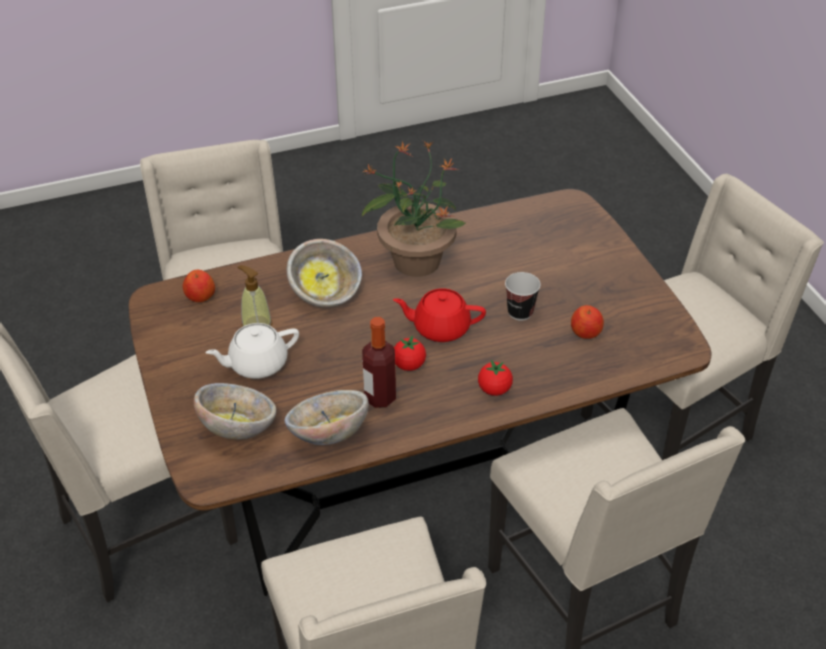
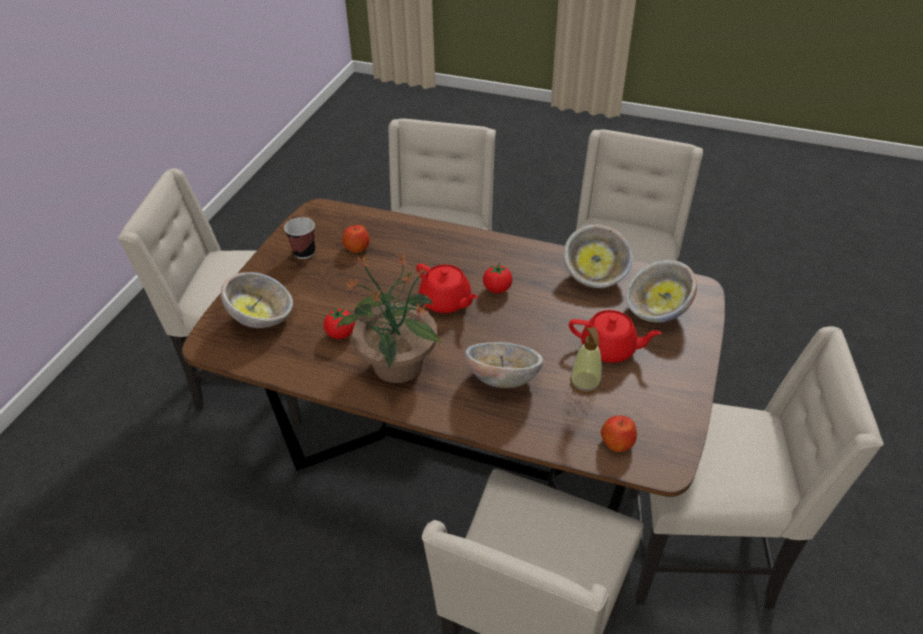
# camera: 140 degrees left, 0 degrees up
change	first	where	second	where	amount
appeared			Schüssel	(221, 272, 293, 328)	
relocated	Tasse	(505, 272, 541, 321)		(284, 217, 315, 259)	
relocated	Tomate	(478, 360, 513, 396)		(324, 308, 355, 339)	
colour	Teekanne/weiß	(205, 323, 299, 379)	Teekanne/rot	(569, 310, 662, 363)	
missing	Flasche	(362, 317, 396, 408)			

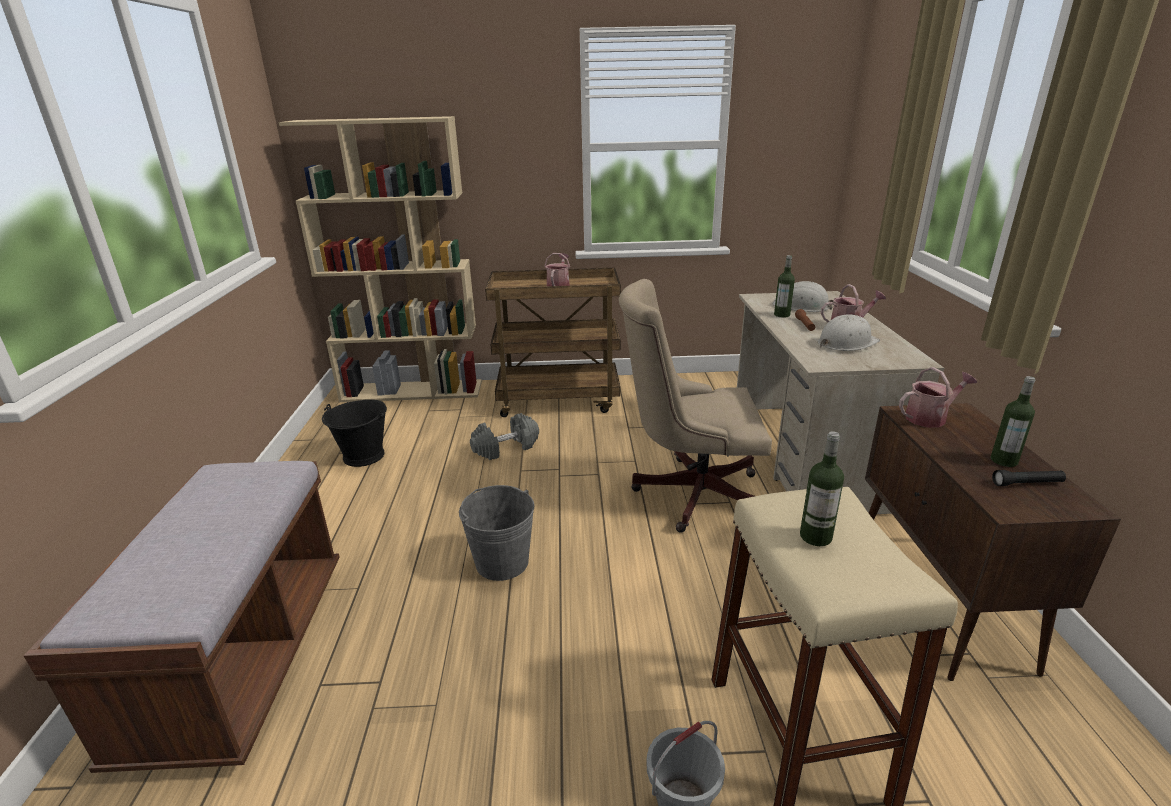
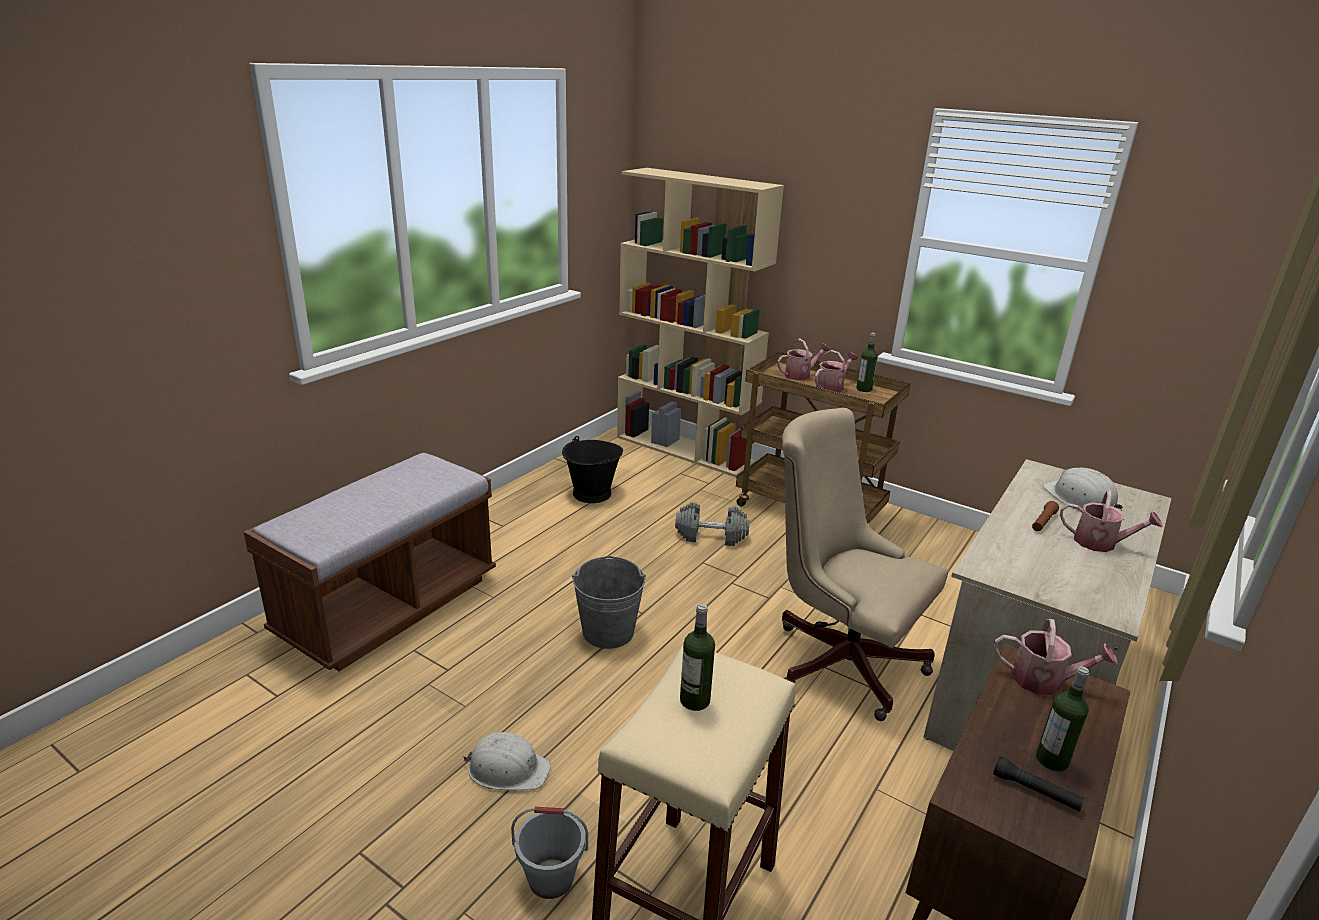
# camera: 35 degrees right, 0 degrees up
change	first	where	second	where	amount
relocated	Schutzhelm/weiß	(818, 314, 880, 351)		(463, 732, 551, 790)	
appeared			Gießkanne	(777, 338, 830, 380)	
relocated	Flasche	(774, 255, 795, 318)		(857, 333, 878, 392)	

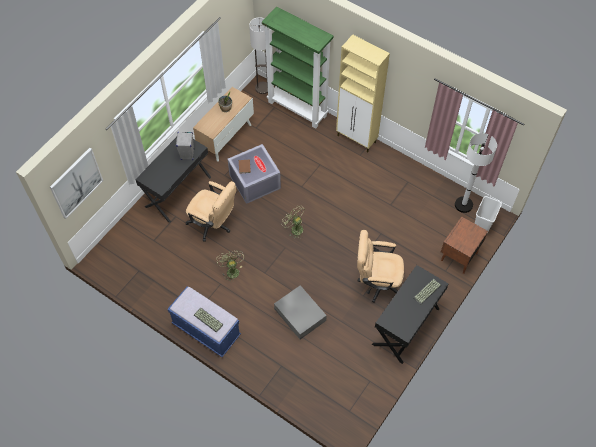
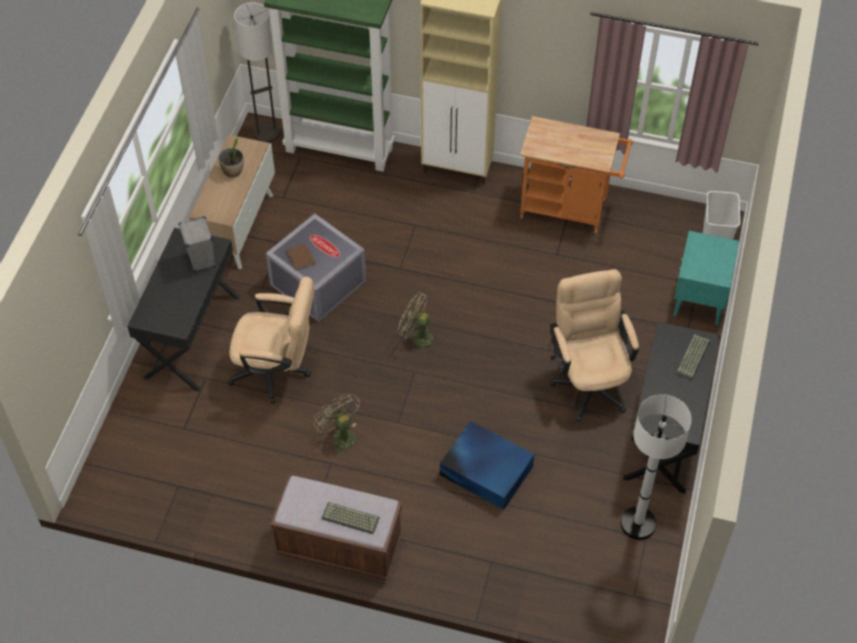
# camera: 20 degrees left, 5 degrees down
change	first	where	second	where	amount
colour	Bank/blau	(168, 286, 241, 357)	Bank/braun	(270, 476, 402, 580)	
colour	Aufbewahrungsbox/grau	(274, 285, 327, 340)	Aufbewahrungsbox/blau	(440, 421, 535, 510)	
appeared			Rollwagen/orange	(520, 116, 633, 234)	
spun	Bürostuhl/beige	(357, 230, 404, 303)		(550, 269, 639, 422)	90 degrees clockwise
relocated	Stehlampe/weiß	(455, 133, 497, 213)		(620, 394, 691, 540)	
colour	Nachttisch/braun	(441, 217, 488, 274)	Nachttisch/türkis	(673, 231, 739, 325)	
missing	Bild	(50, 148, 103, 219)			

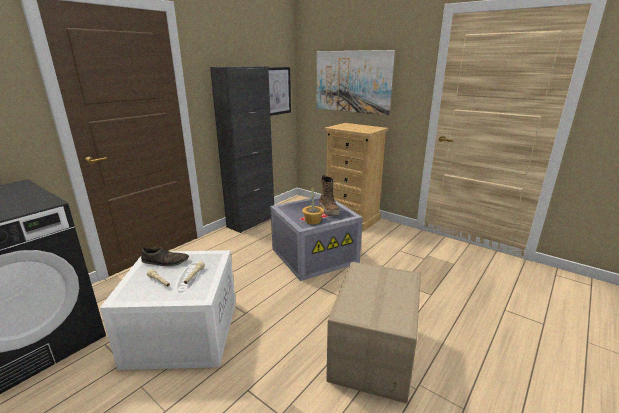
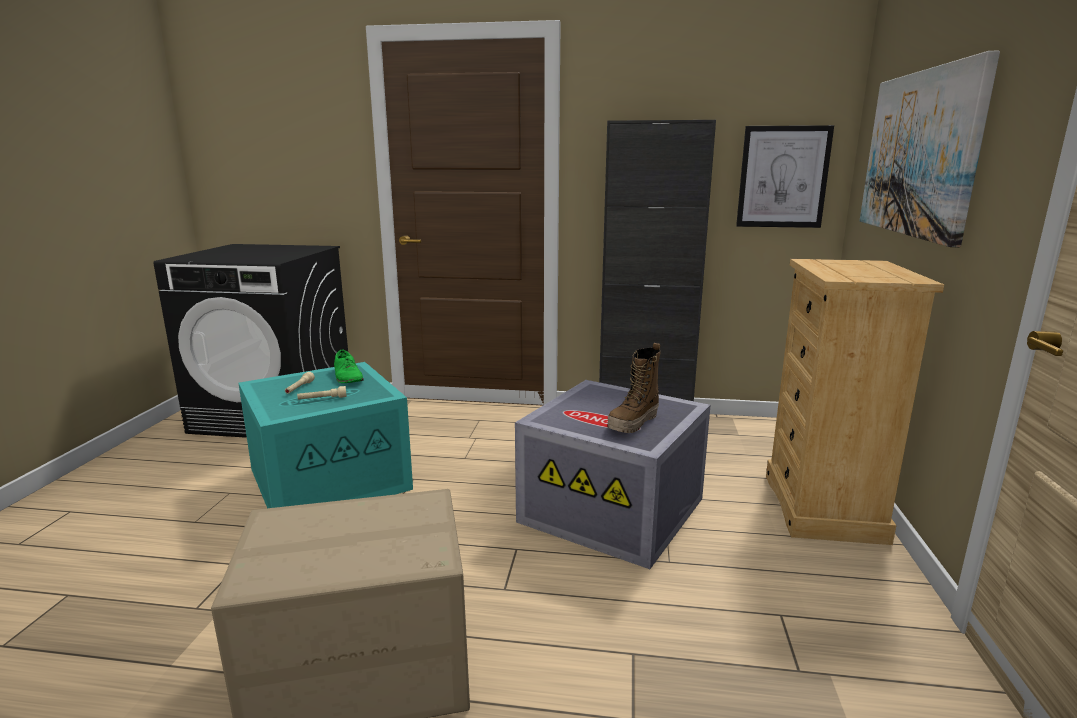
# camera: 60 degrees right, 5 degrees down
change	first	where	second	where	amount
colour	Aufbewahrungsbox/weiß	(100, 250, 236, 370)	Aufbewahrungsbox/türkis	(238, 362, 413, 508)	
colour	Schuh/braun	(141, 247, 189, 267)	Schuh/grün	(334, 349, 364, 383)	
missing	Topfpflanze	(302, 187, 324, 224)			

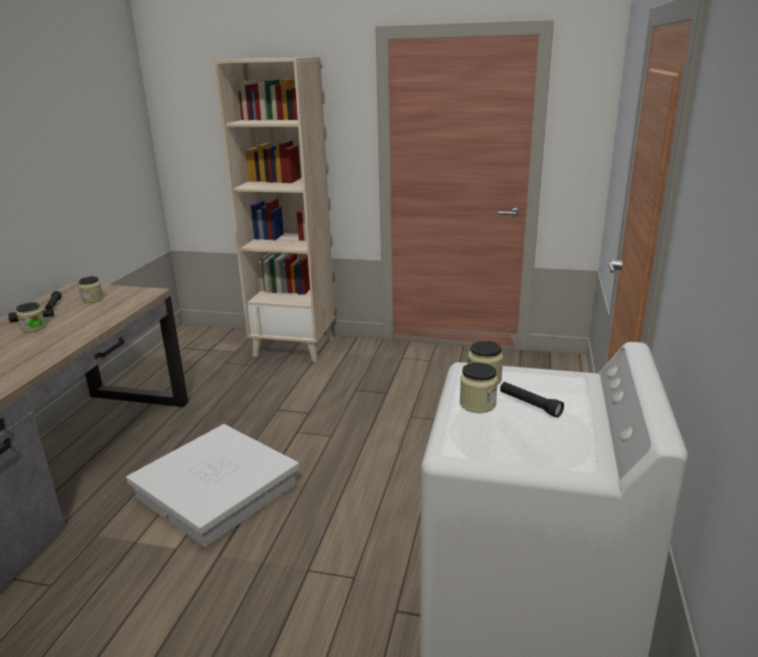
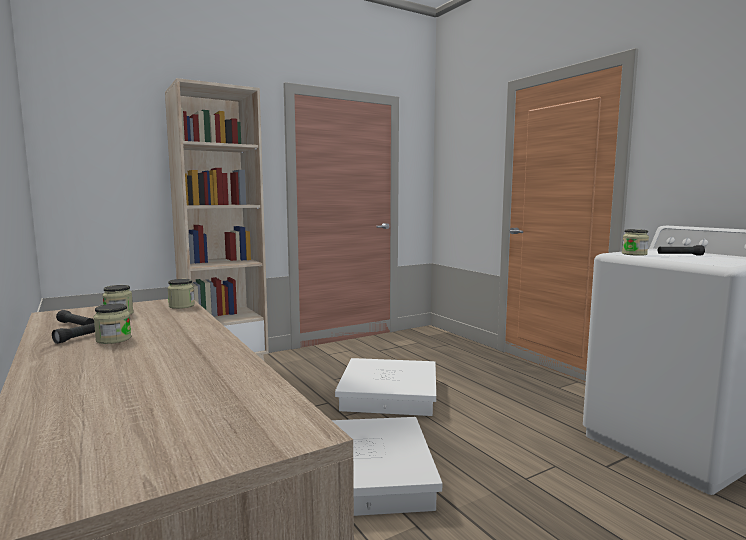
# camera: 45 degrees left, 15 degrees down
change	first	where	second	where	amount
relocated	Vorratsglas	(460, 362, 498, 413)		(167, 279, 195, 309)	
appeared			Aufbewahrungsbox/weiß	(335, 358, 436, 416)	

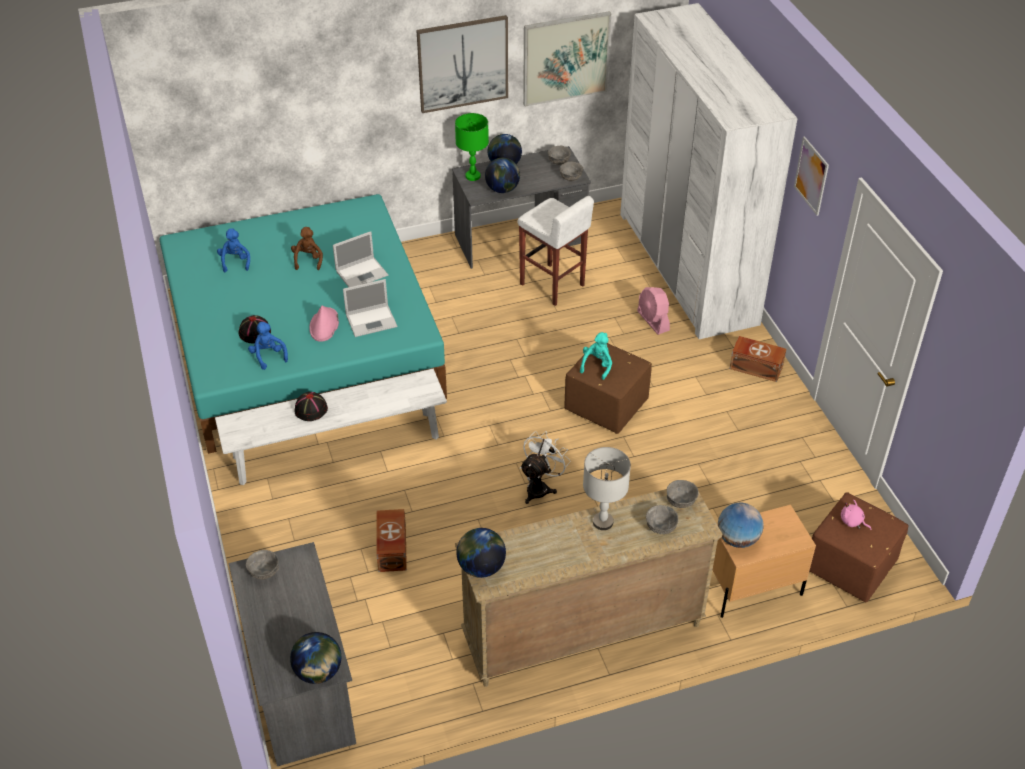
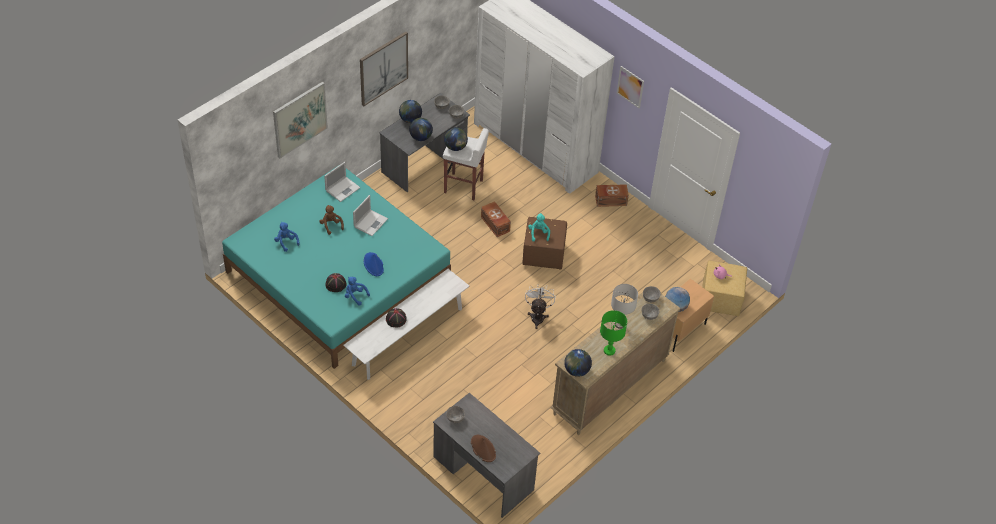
# camera: 30 degrees left, 5 degrees up
change	first	where	second	where	amount
relocated	Bild	(523, 11, 611, 107)		(273, 81, 328, 158)	
relocated	Laptop	(343, 279, 397, 337)		(324, 162, 360, 202)	
colour	Hut/rosa	(309, 306, 339, 342)	Hut/blau	(364, 252, 384, 276)	
relocated	Globus	(290, 632, 341, 684)		(444, 127, 468, 151)	
appeared			Hut/braun	(471, 435, 496, 462)	
relocated	Aufbewahrungsbox/braun	(376, 509, 407, 572)		(481, 201, 511, 237)	
relocated	Tischlampe/grün	(455, 113, 489, 181)		(600, 310, 627, 356)	
colour	Polsterhocker/braun	(809, 492, 908, 602)	Polsterhocker/gelb	(702, 260, 747, 316)	
missing	Ventilator/rosa	(637, 287, 670, 335)			

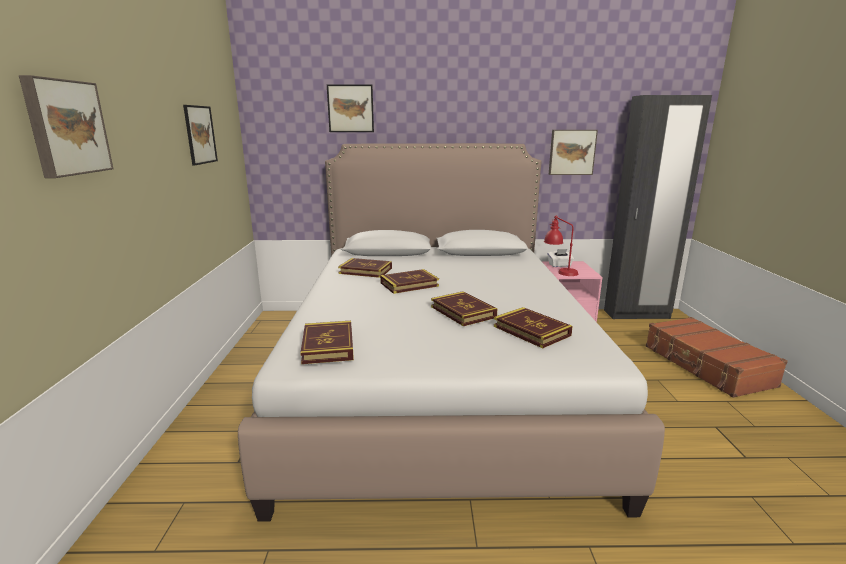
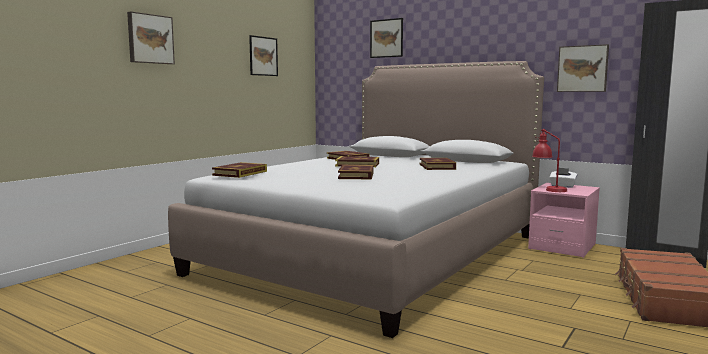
# camera: 35 degrees right, 10 degrees down
change	first	where	second	where	amount
relocated	Buch	(494, 307, 573, 348)		(420, 158, 456, 170)	

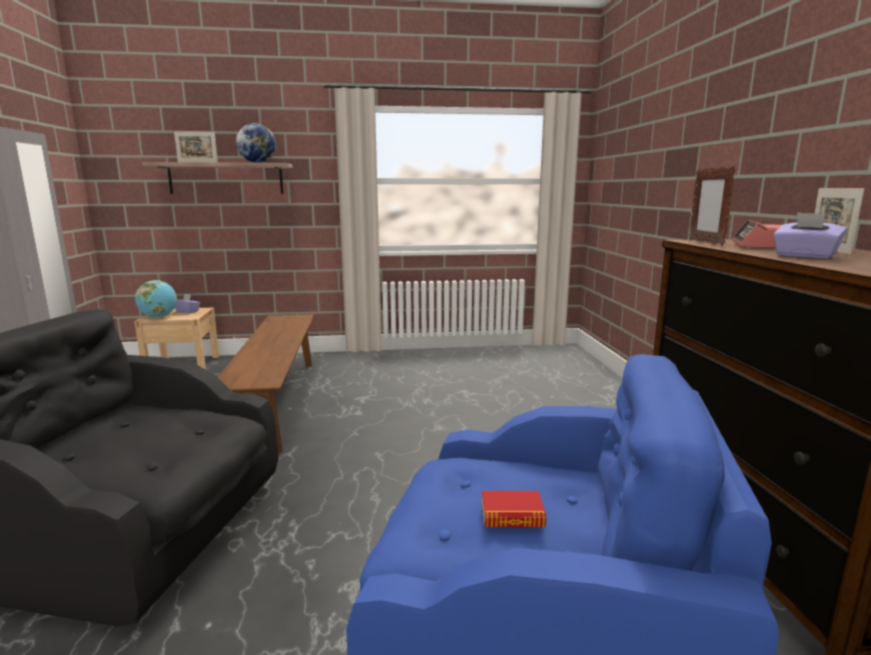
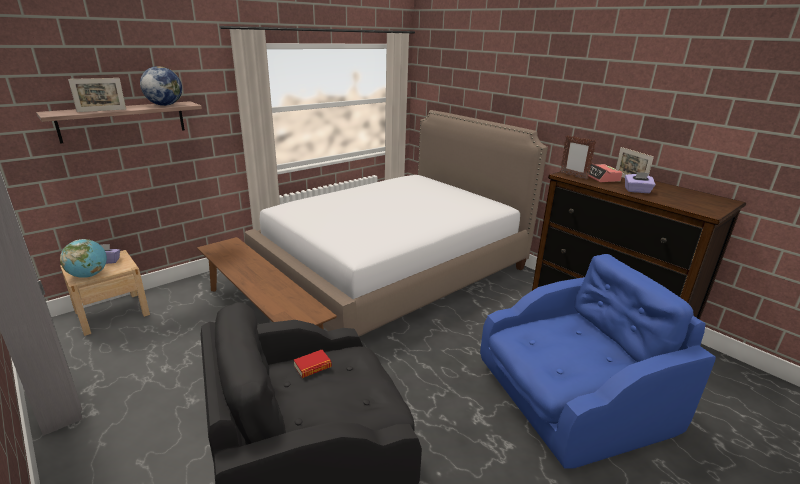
# camera: 35 degrees left, 10 degrees up
change	first	where	second	where	amount
appeared			Bett	(244, 110, 548, 337)	
relocated	Buch	(482, 491, 546, 528)		(294, 350, 332, 378)	

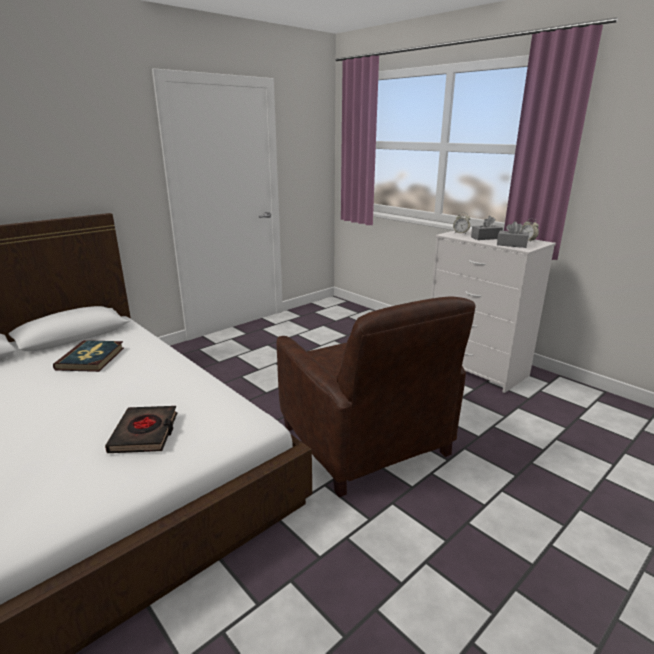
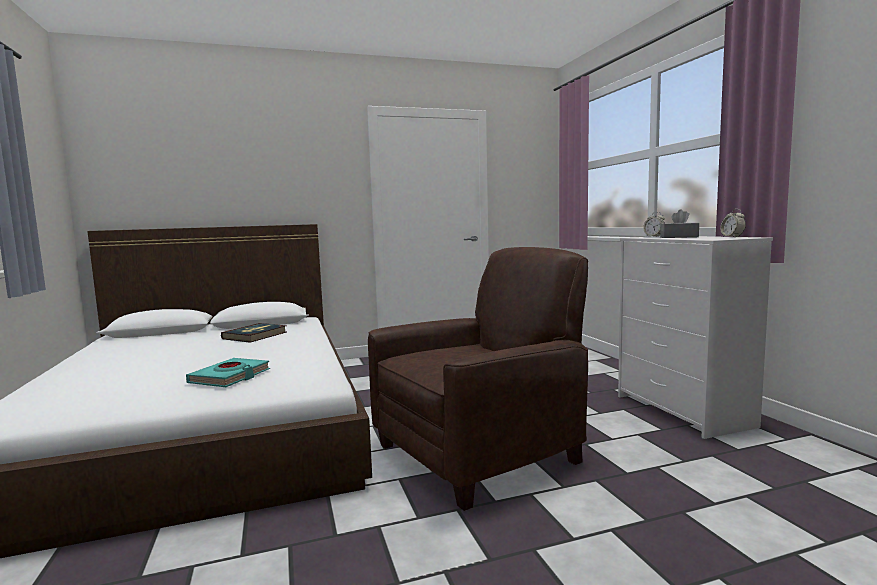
# camera: 25 degrees right, 15 degrees down
change	first	where	second	where	amount
colour	Buch/schwarz	(105, 406, 177, 453)	Buch/türkis	(186, 358, 270, 387)	
spun	Sessel/braun	(277, 296, 475, 497)		(368, 247, 588, 511)	120 degrees counterclockwise
missing	Taschentuchbox/grau	(497, 221, 529, 248)			

